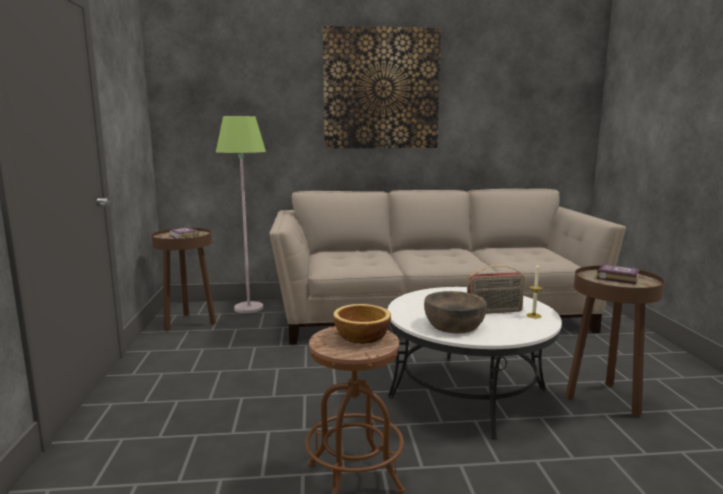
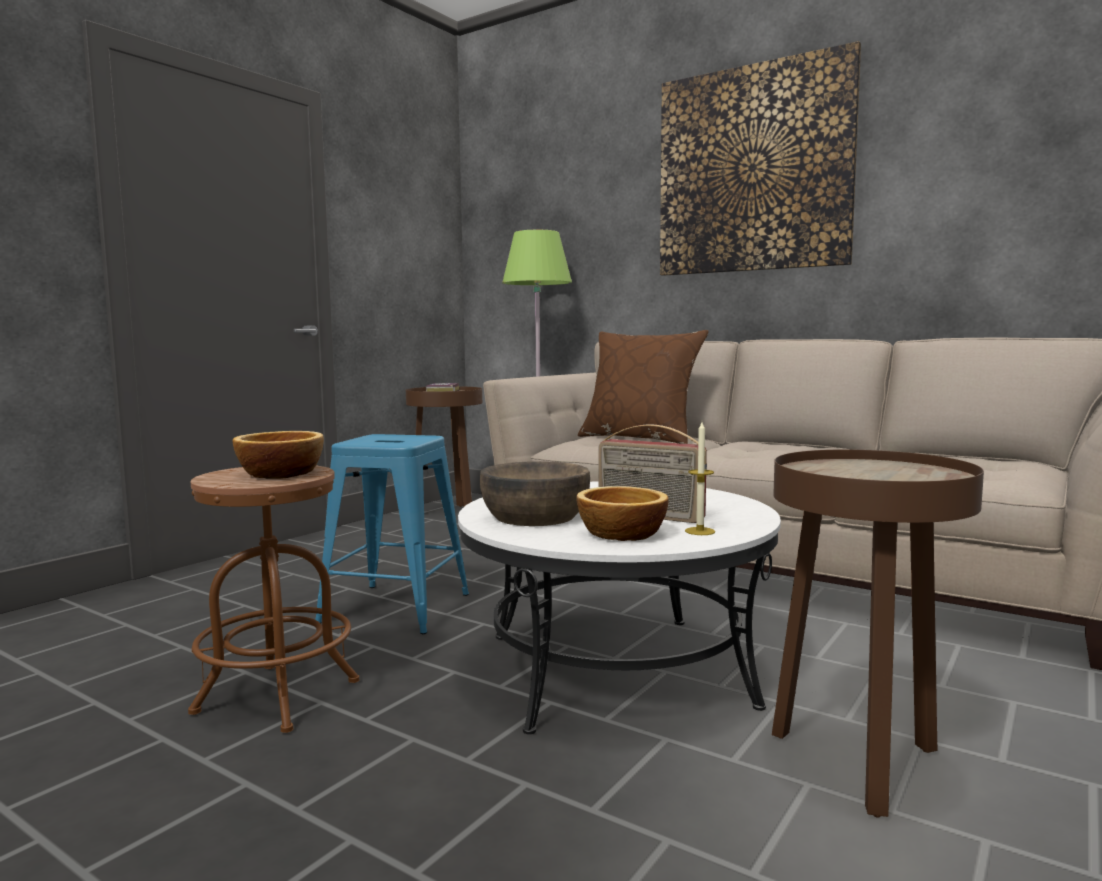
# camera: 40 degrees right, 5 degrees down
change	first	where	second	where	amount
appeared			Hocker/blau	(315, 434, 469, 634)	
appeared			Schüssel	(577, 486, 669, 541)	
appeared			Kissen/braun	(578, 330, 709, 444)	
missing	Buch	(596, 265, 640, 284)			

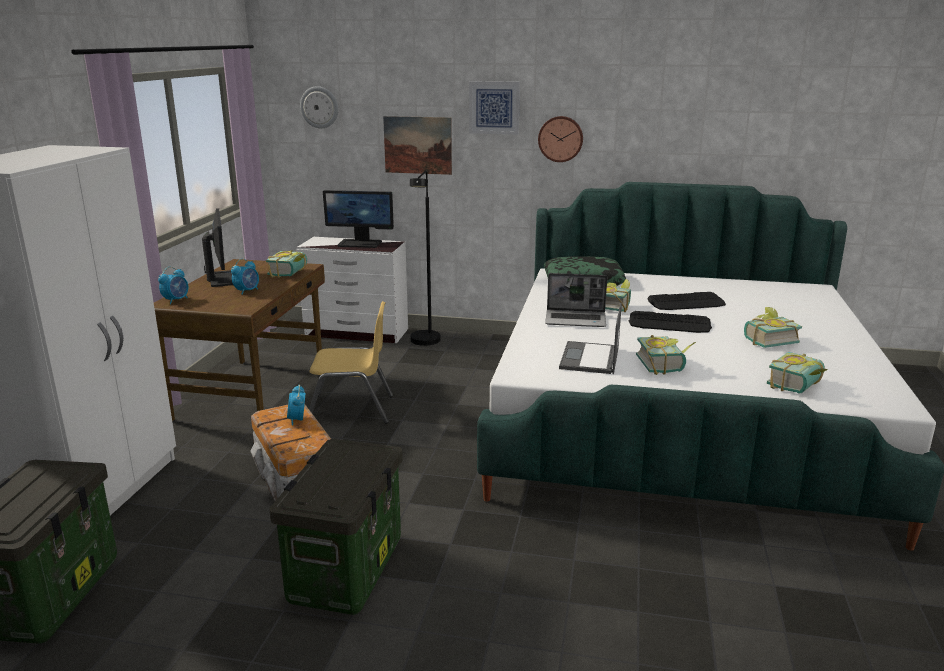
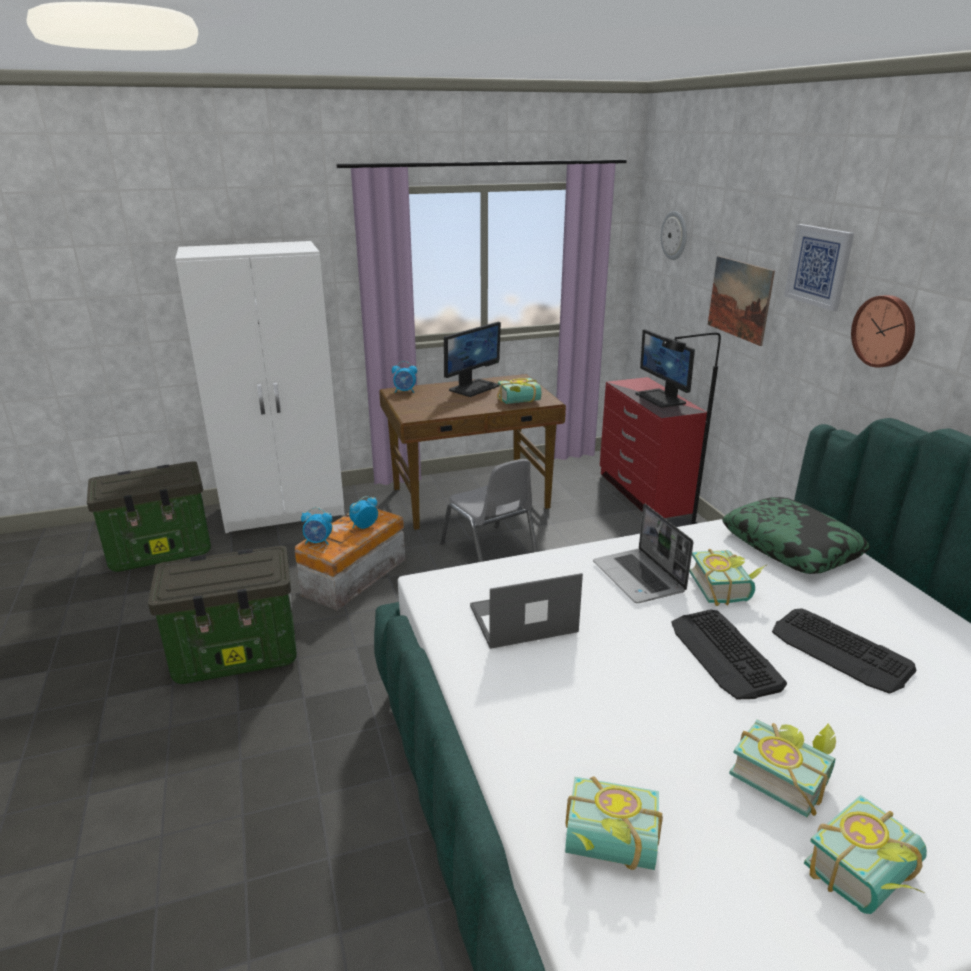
# camera: 60 degrees right, 5 degrees up
change	first	where	second	where	amount
relocated	Wecker	(231, 259, 259, 295)		(301, 507, 332, 545)	
colour	Stuhl/gelb	(309, 301, 393, 424)	Stuhl/grau	(440, 459, 538, 562)	
colour	Kommode/weiß	(296, 237, 408, 343)	Kommode/rot	(600, 377, 707, 518)	
relocated	Buch	(636, 335, 696, 375)		(804, 795, 927, 914)	

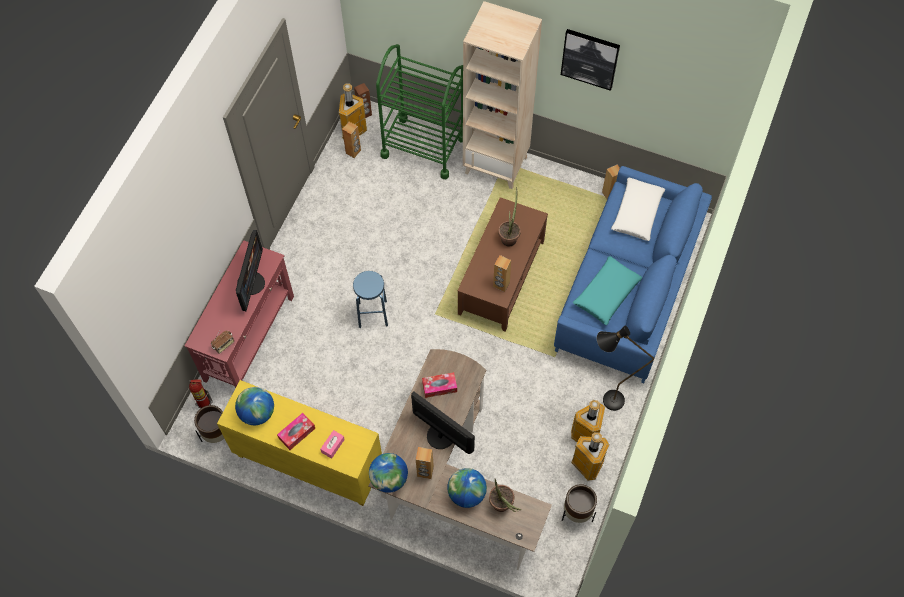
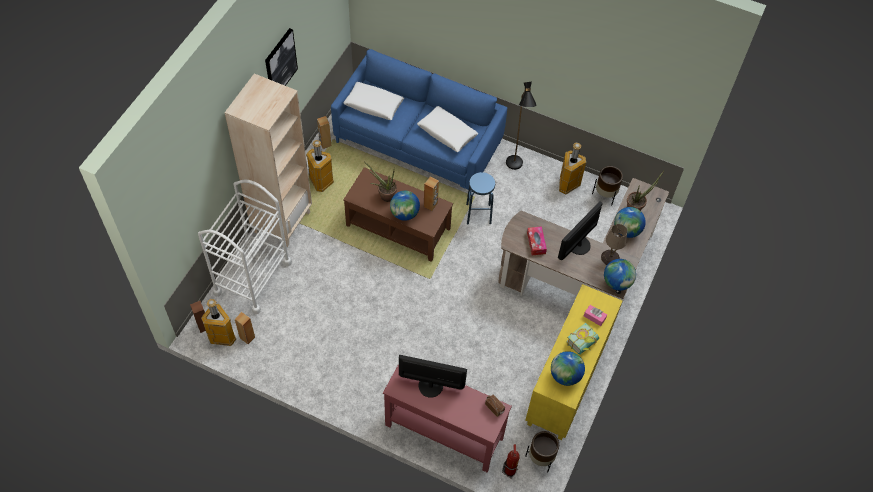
# camera: 90 degrees left, 5 degrees down
change	first	where	second	where	amount
colour	Rollwagen/grün	(376, 44, 463, 179)	Rollwagen/weiß	(198, 179, 292, 314)	
relocated	Mülleimer	(571, 400, 605, 442)		(306, 140, 334, 192)	
appeared			Globus	(390, 191, 420, 221)	
colour	Kissen/türkis	(573, 256, 642, 325)	Kissen/weiß	(417, 106, 478, 152)	
relocated	Hocker/blau	(353, 271, 388, 328)		(466, 172, 495, 225)	
exchanged	Taschentuchbox	(277, 413, 315, 450)	Buch	(566, 323, 599, 355)	
exchanged	Lautsprecher/braun	(416, 447, 434, 479)	Tischlampe/beige	(601, 224, 627, 265)	

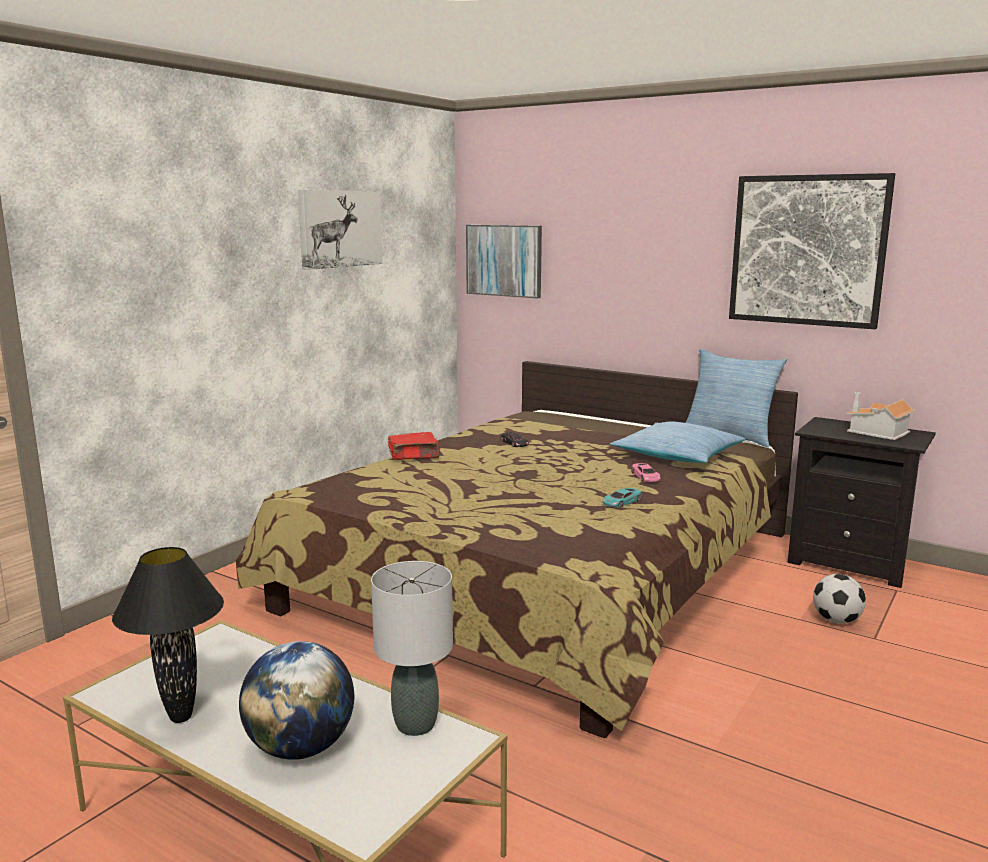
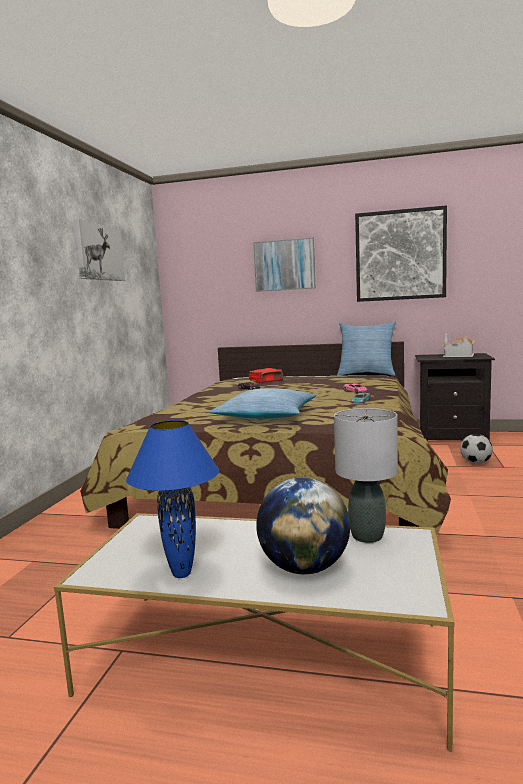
# camera: 20 degrees left, 5 degrees down
change	first	where	second	where	amount
colour	Tischlampe/schwarz	(112, 547, 224, 723)	Tischlampe/blau	(126, 420, 219, 578)	
relocated	Kissen	(610, 422, 745, 463)		(209, 388, 316, 419)	
relocated	Buch/rot	(388, 432, 441, 460)		(249, 368, 283, 383)	
relocated	Bild	(466, 225, 542, 298)		(253, 238, 315, 292)	

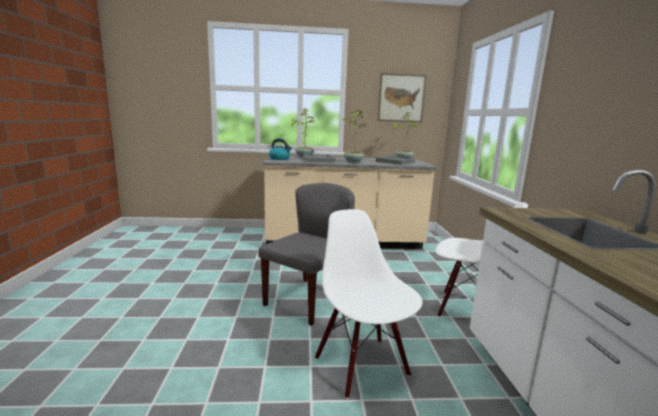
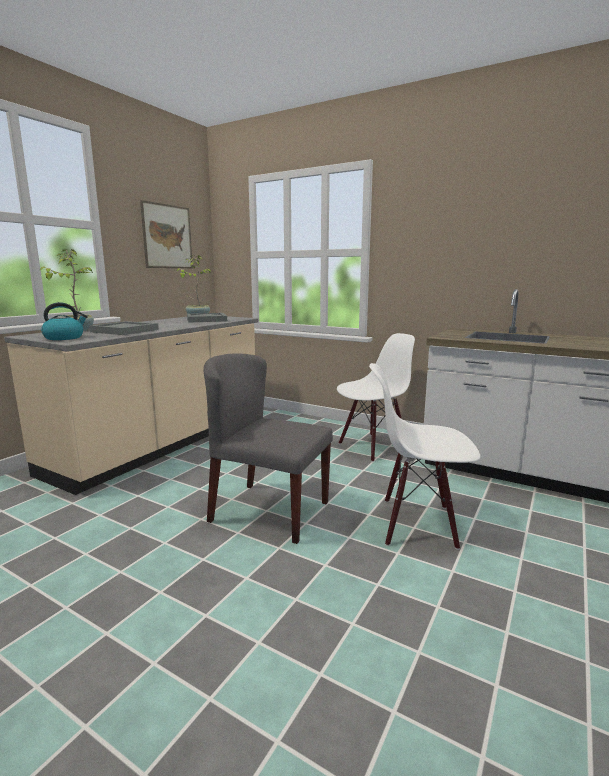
# camera: 55 degrees left, 0 degrees up
change	first	where	second	where	amount
spun	Stuhl/grau	(258, 183, 355, 326)		(204, 353, 333, 544)	45 degrees counterclockwise
missing	Topfpflanze	(342, 110, 368, 163)			

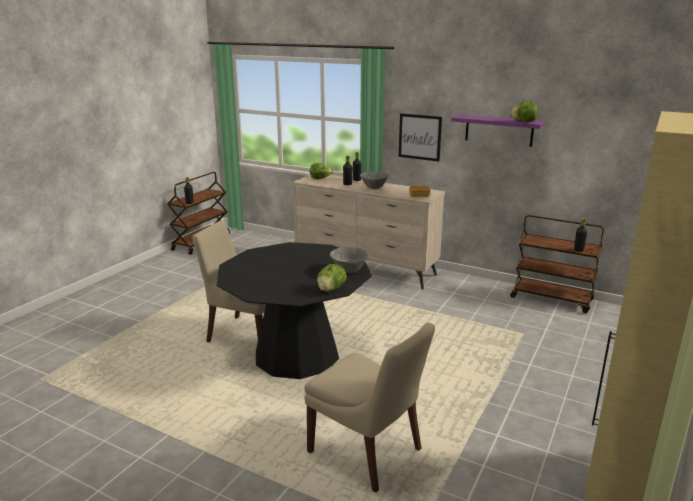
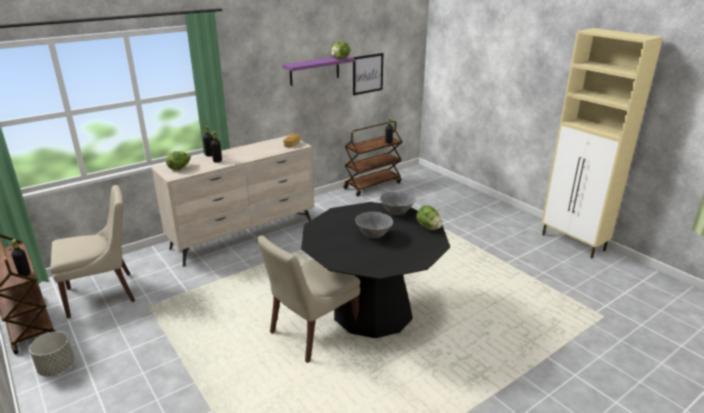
# camera: 65 degrees left, 5 degrees up
change	first	where	second	where	amount
appeared			Pflanzkübel/grau	(29, 332, 75, 376)	
relocated	Stuhl/beige	(304, 323, 435, 493)		(50, 185, 135, 319)	
relocated	Bild	(399, 113, 442, 161)		(353, 53, 383, 95)	
relocated	Schüssel/grau	(360, 171, 389, 189)		(355, 212, 393, 238)	

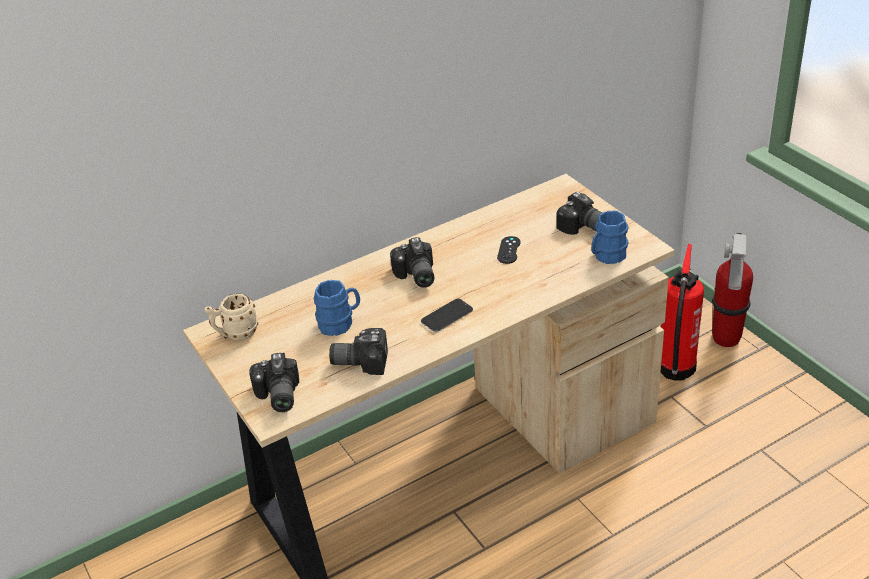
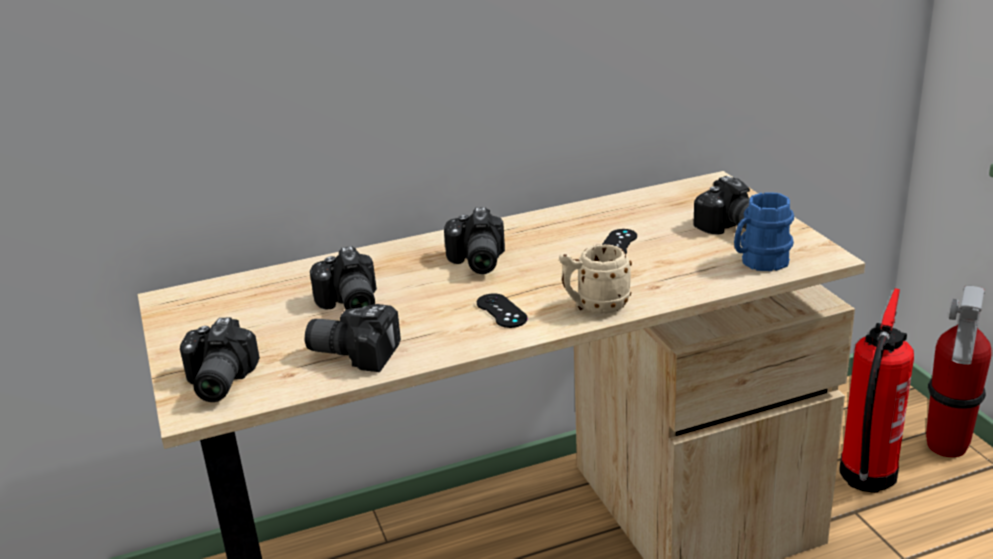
# camera: 10 degrees right, 10 degrees down
change	first	where	second	where	amount
exchanged	Henkelbecher/blau	(314, 280, 360, 336)	Kamera	(310, 246, 377, 309)	
exchanged	Handy	(421, 299, 473, 332)	Gamepad/schwarz	(477, 294, 528, 328)	
relocated	Henkelbecher/beige	(205, 294, 258, 340)		(559, 244, 632, 314)	

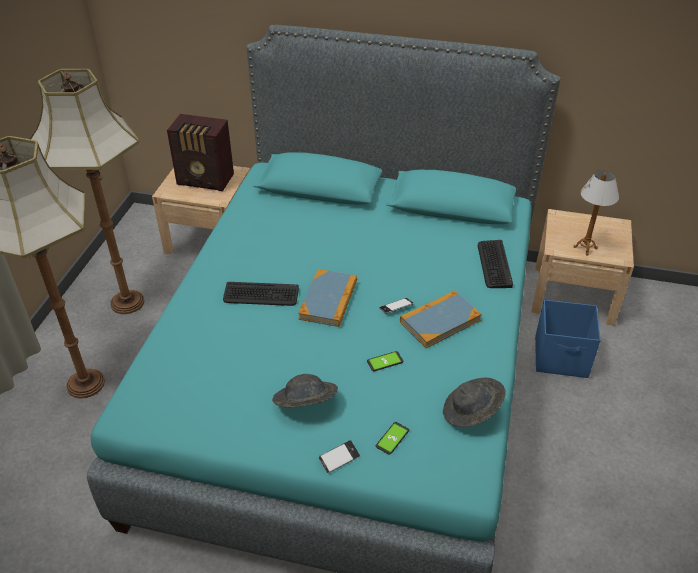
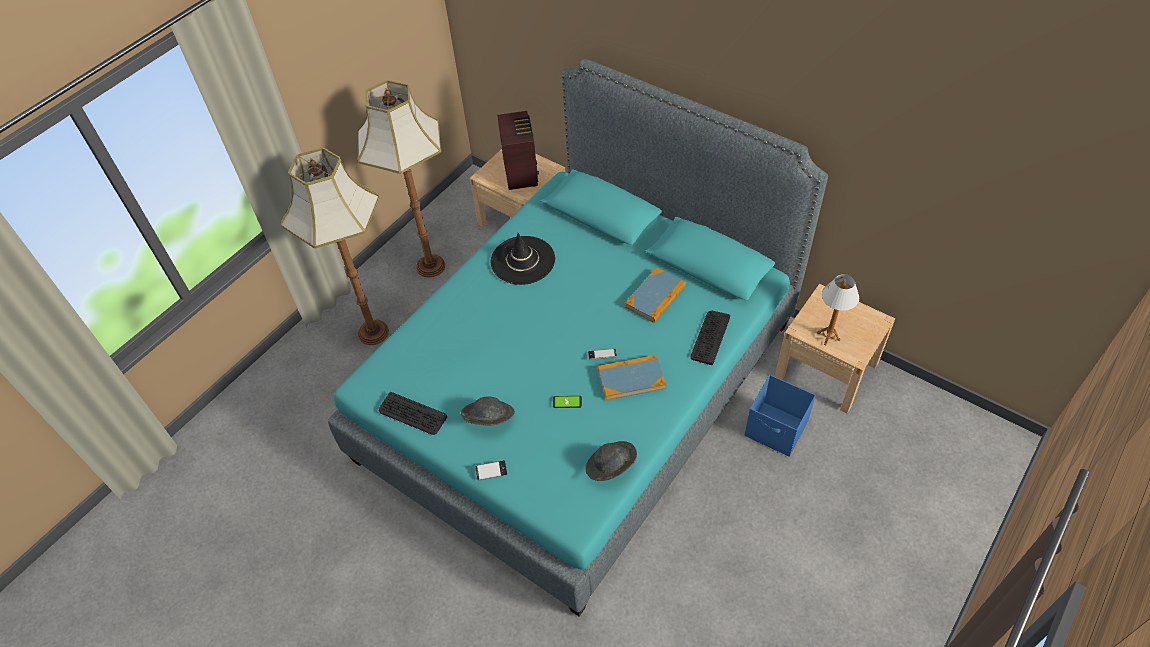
# camera: 25 degrees right, 10 degrees up
change	first	where	second	where	amount
relocated	Tastatur	(223, 282, 299, 306)		(379, 392, 447, 435)	
appeared			Hut/schwarz	(491, 233, 555, 285)	
spun	Radio	(167, 114, 234, 191)		(497, 111, 539, 190)	135 degrees counterclockwise
relocated	Buch	(298, 269, 357, 327)		(625, 268, 686, 323)	
missing	Handy	(376, 422, 409, 455)			

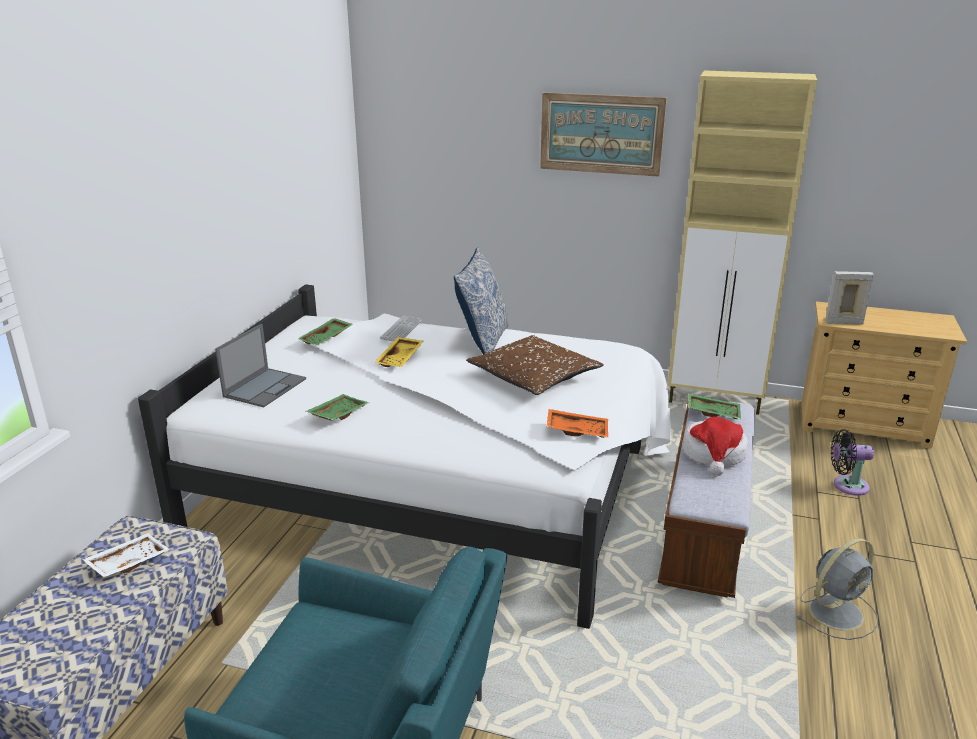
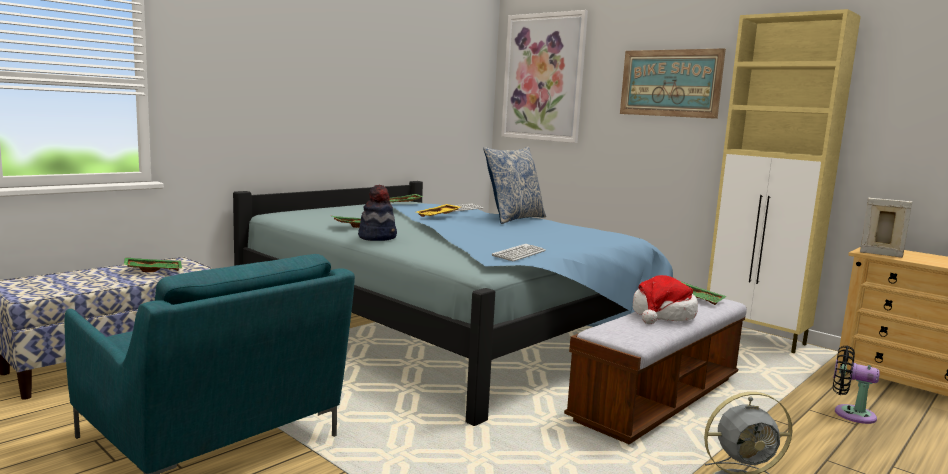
# camera: 25 degrees right, 15 degrees down
change	first	where	second	where	amount
colour	Tablett/weiß	(82, 533, 170, 577)	Tablett/grün	(124, 257, 182, 272)	
colour	Bett/weiß	(138, 284, 672, 629)	Bett/blau	(233, 181, 673, 426)	
appeared			Hut	(358, 185, 397, 241)	
exchanged	Tablett/orange	(547, 409, 608, 438)	Tastatur	(492, 244, 546, 261)	
appeared			Bild	(501, 10, 588, 143)	
missing	Laptop	(215, 324, 306, 407)			
missing	Kissen/braun	(466, 335, 604, 395)			

